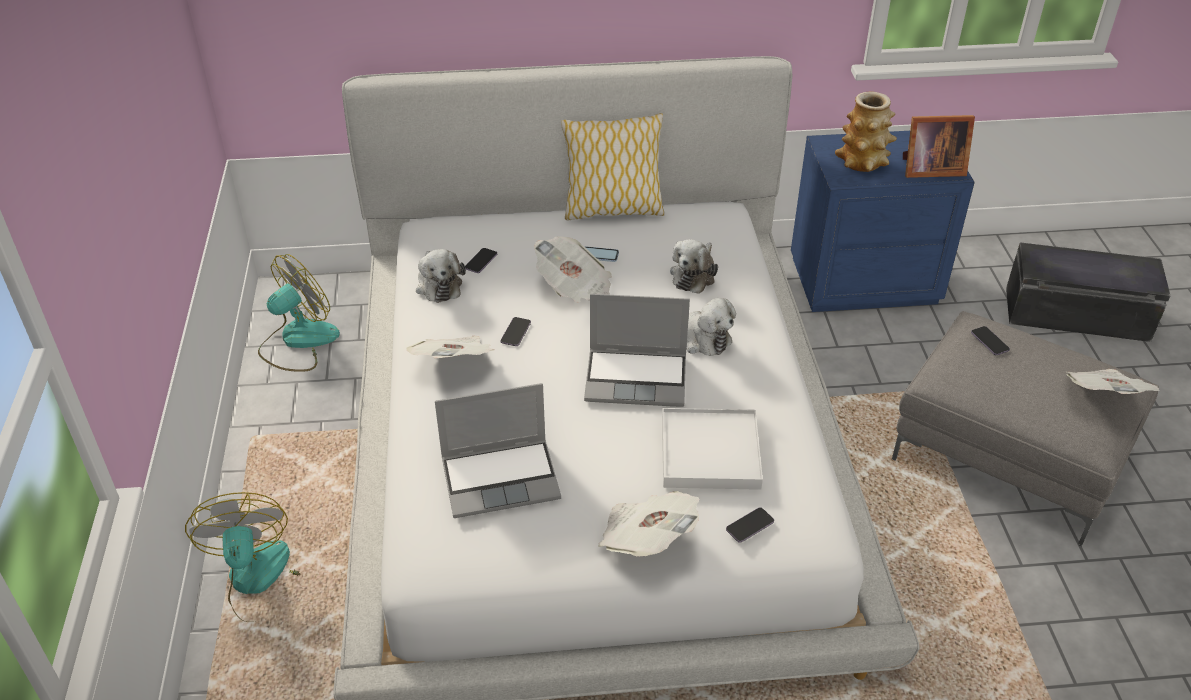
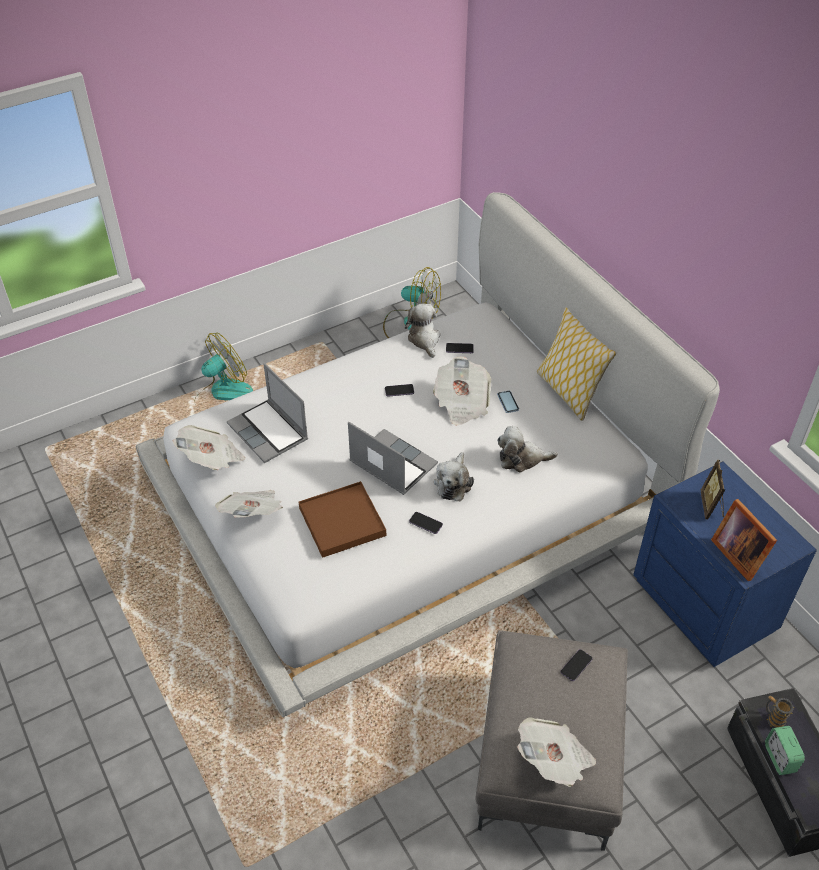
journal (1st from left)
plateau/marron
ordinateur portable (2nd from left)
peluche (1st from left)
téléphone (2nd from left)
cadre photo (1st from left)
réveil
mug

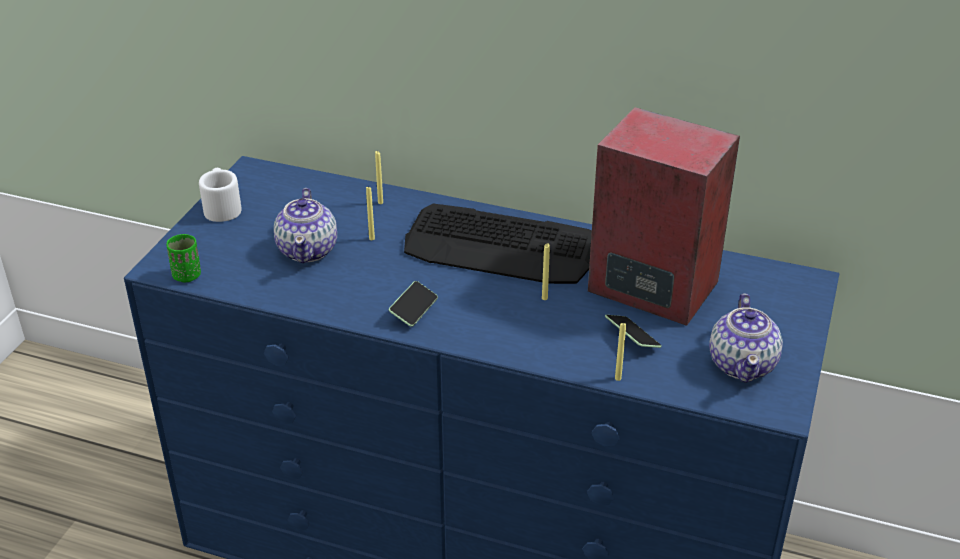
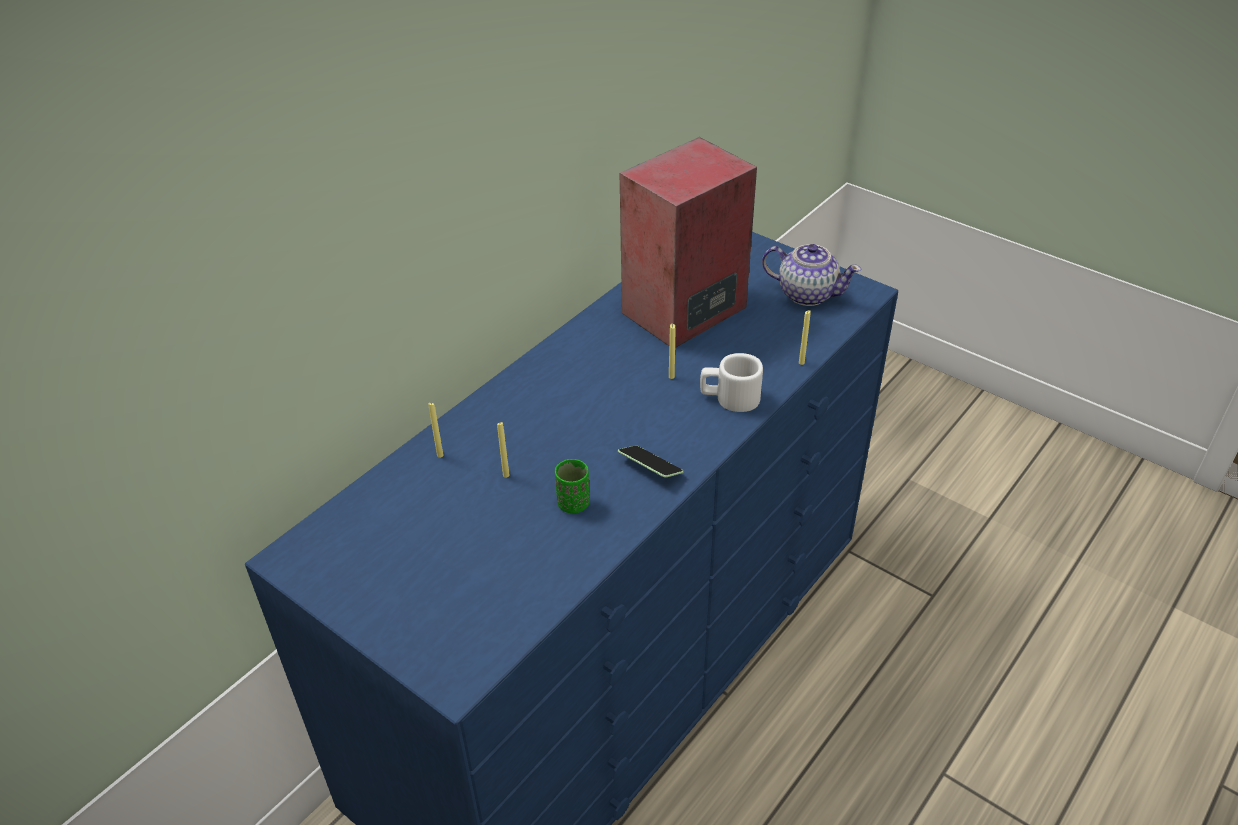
tasse/vert
mug/blanc
théière (1st from left in the first image)
clavier
téléphone (2nd from left in the first image)

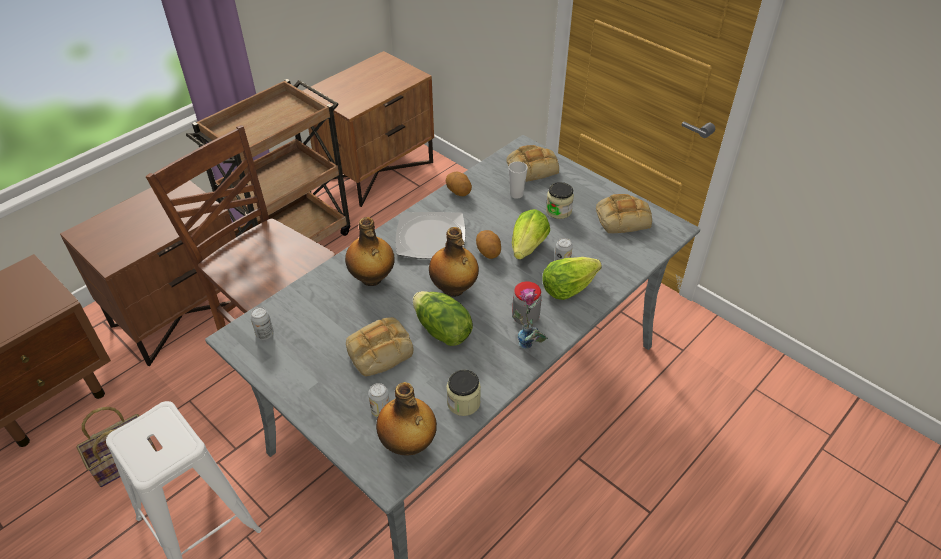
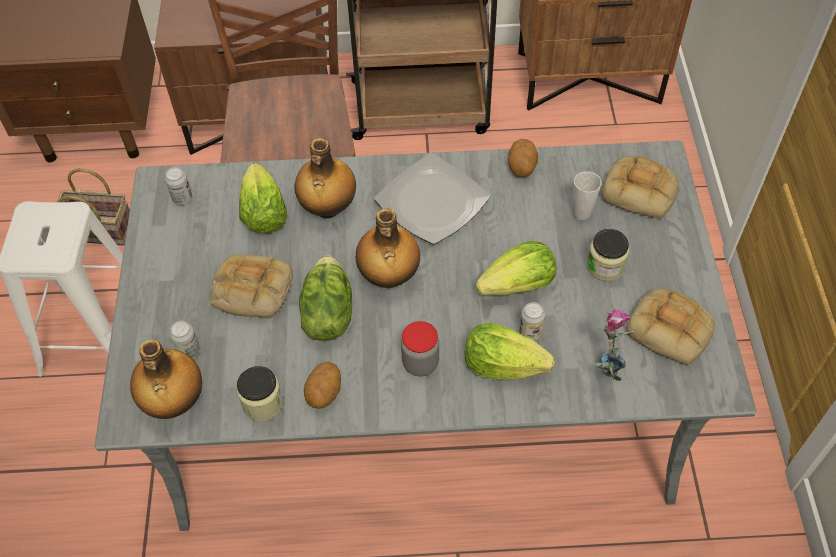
laitue (1st from left)
pomme de terre (1st from left)
vase

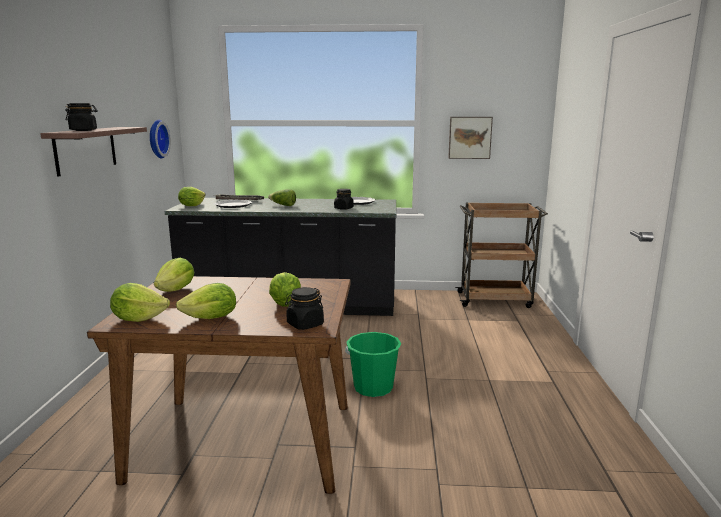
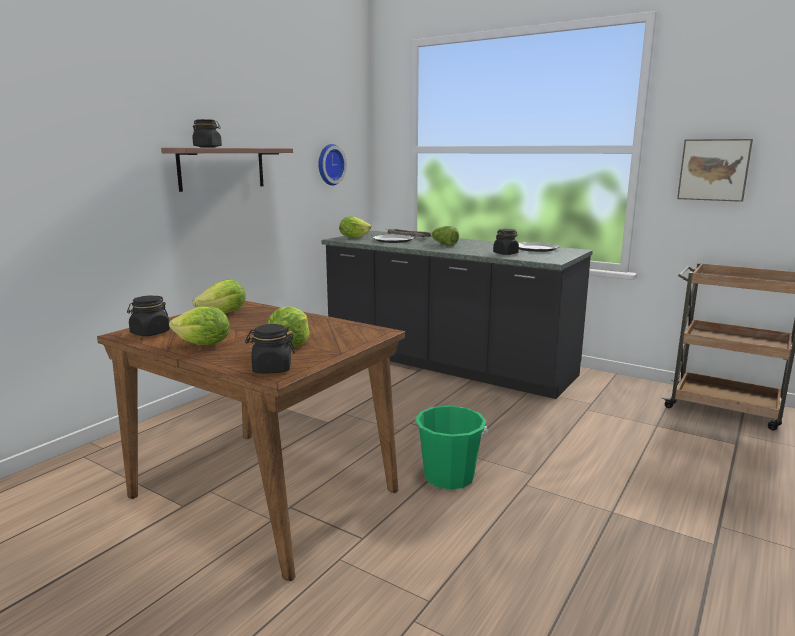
bocal/noir (1st from left)

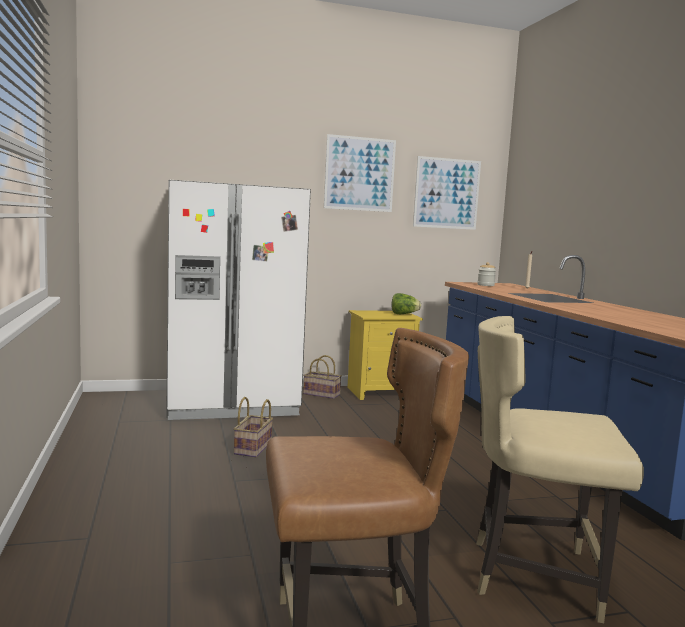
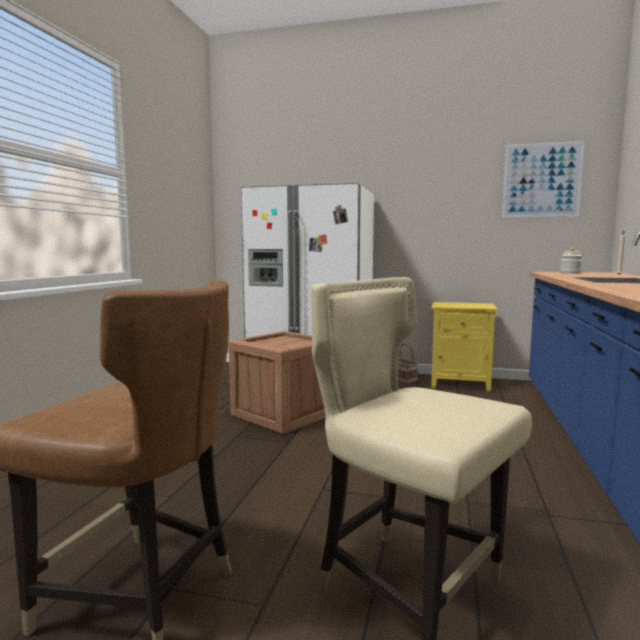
caisse
tableau (1st from left in the first image)
laitue

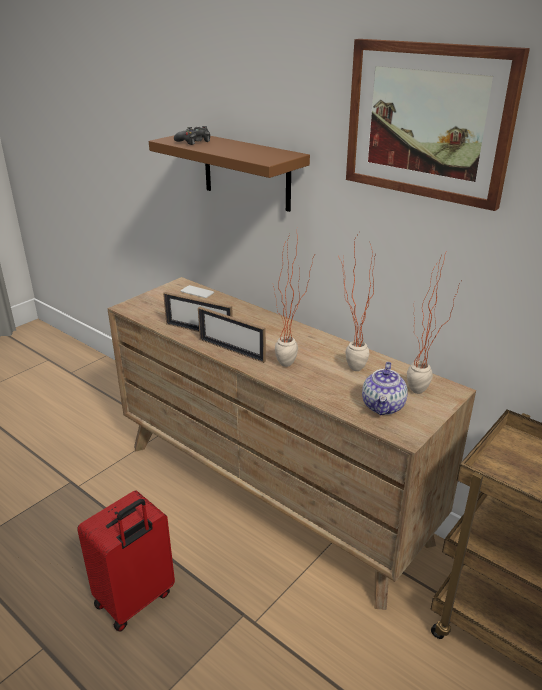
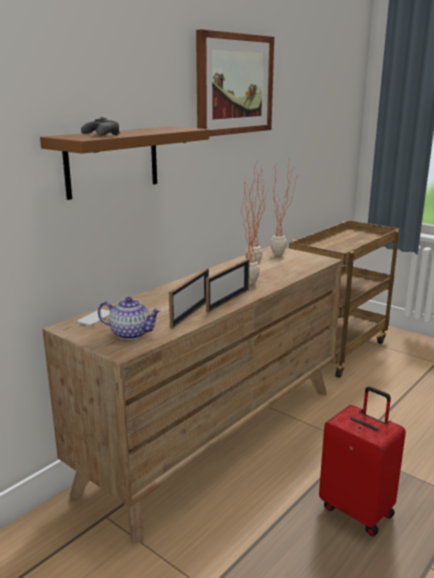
théière

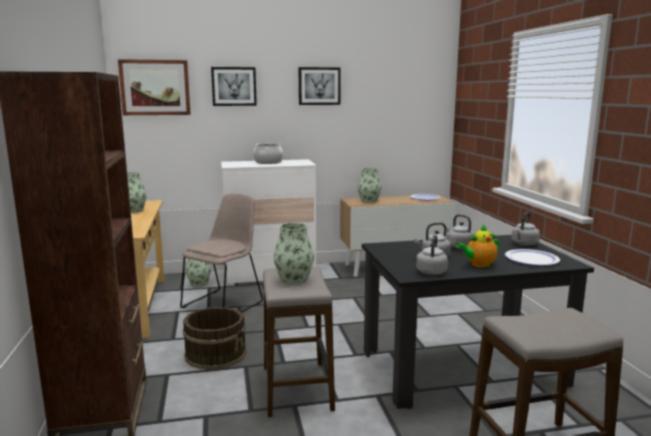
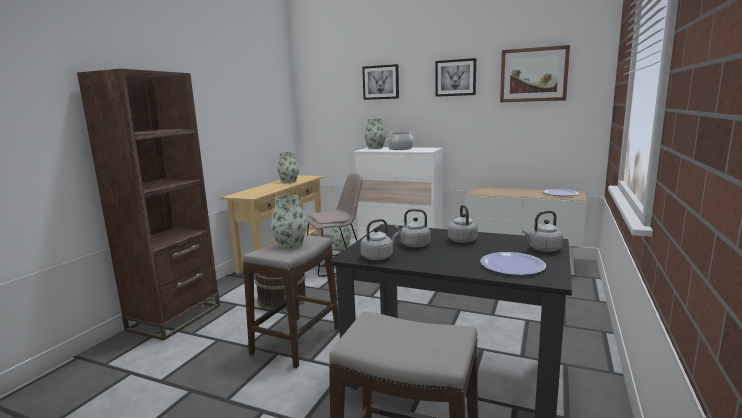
vase (4th from left)
tableau (3rd from left)
théière

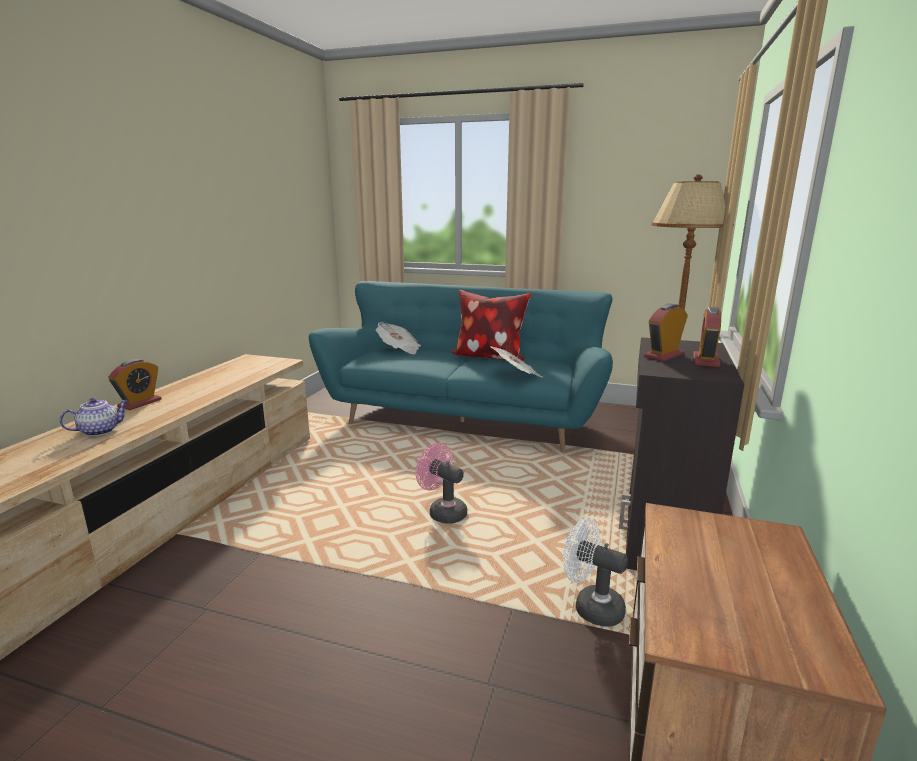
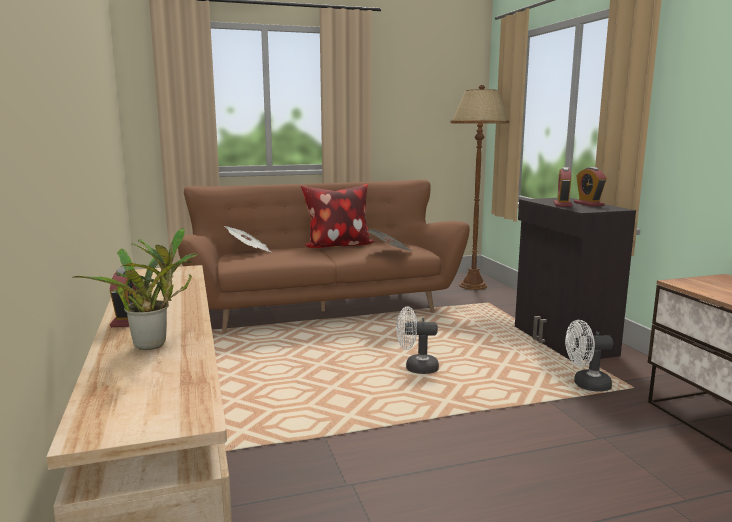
plante en pot
canapé/marron
ventilateur/blanc (1st from left)

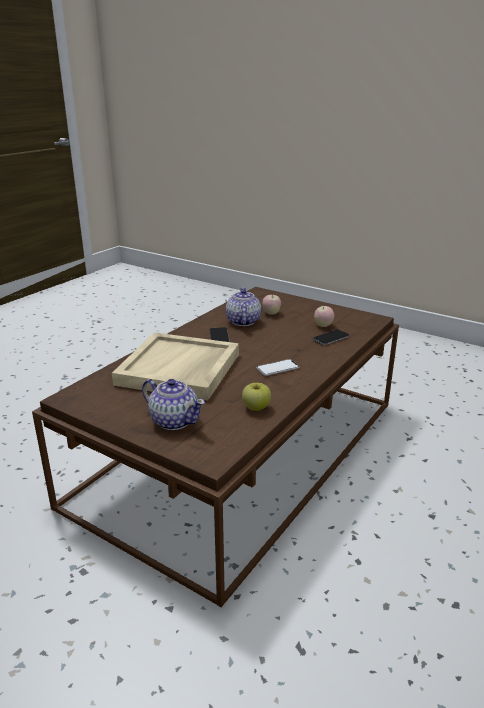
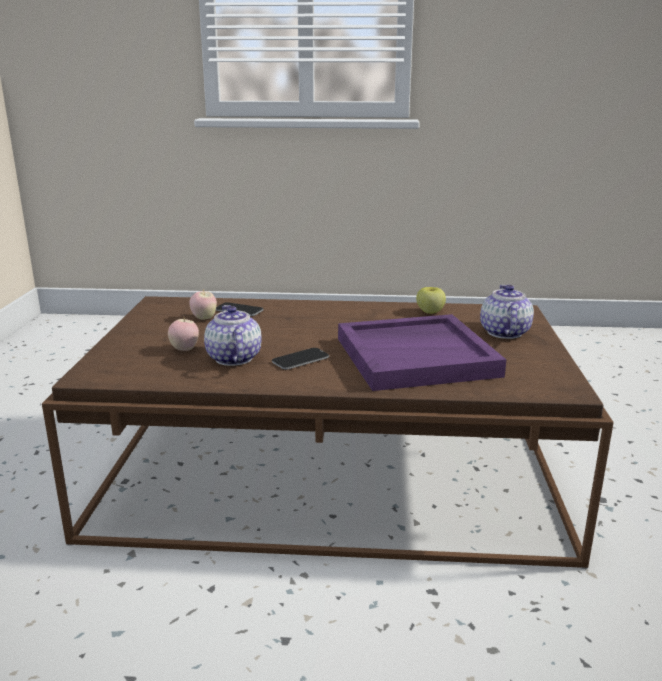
théière (1st from left)
plateau/violet
téléphone (2nd from left in the first image)

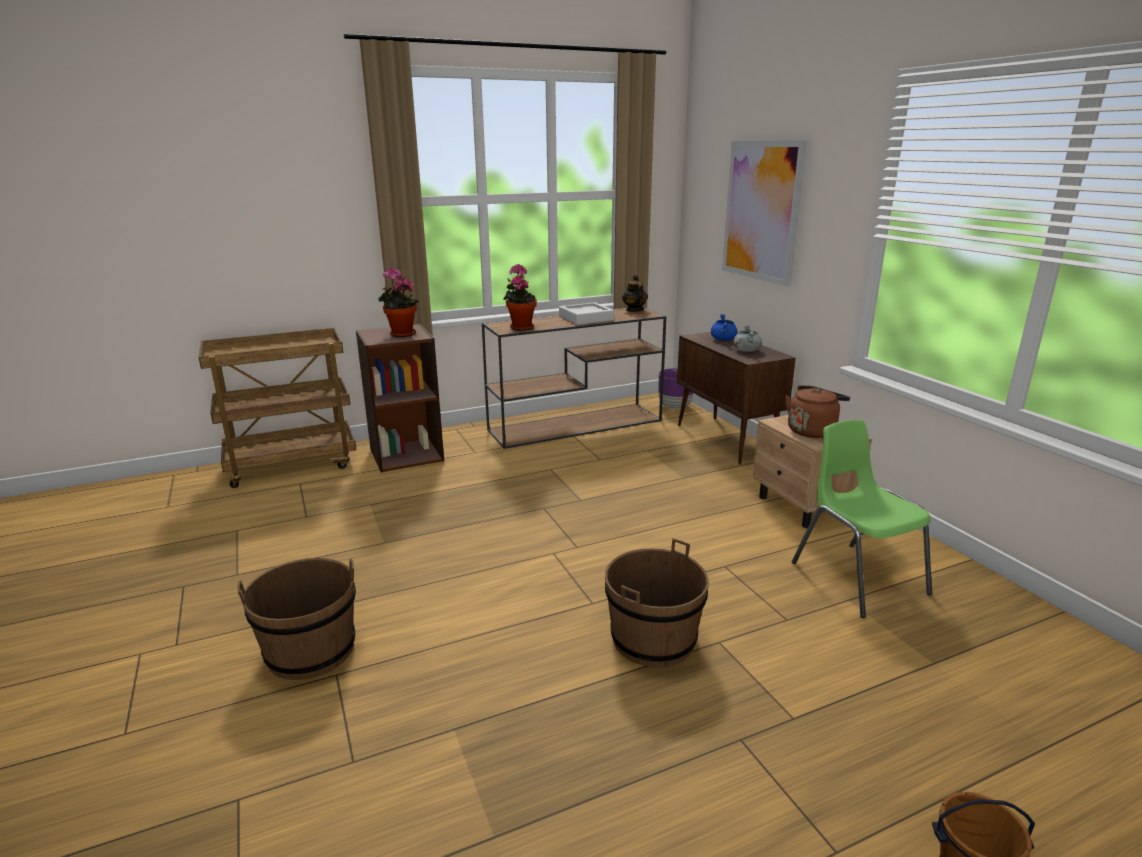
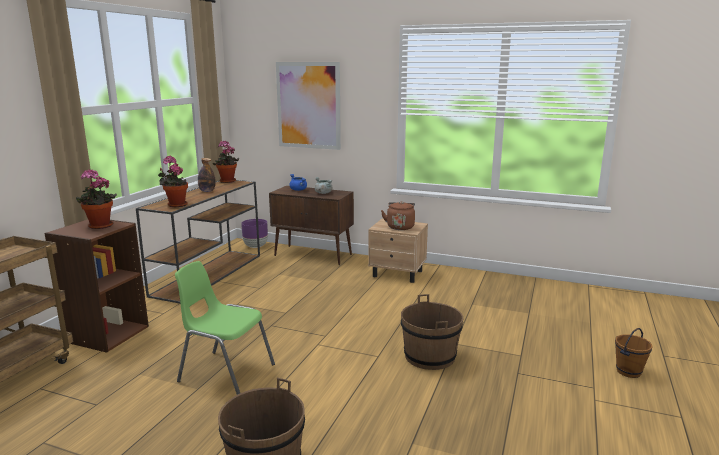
chaise/vert
bouteille
plante en pot (3rd from left)

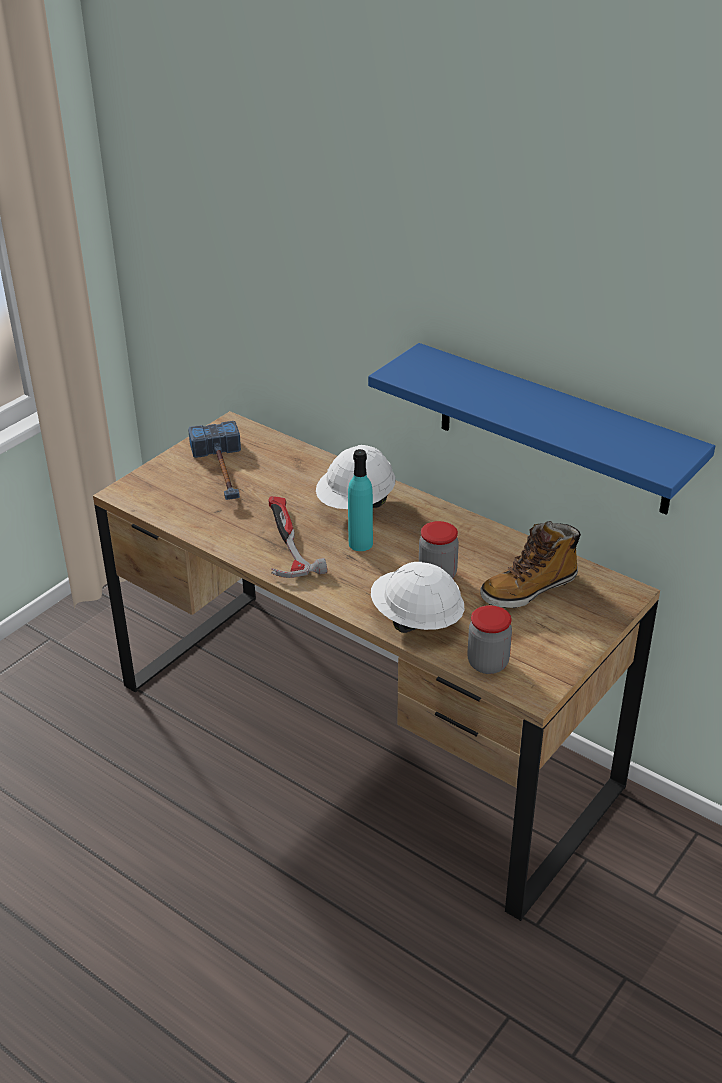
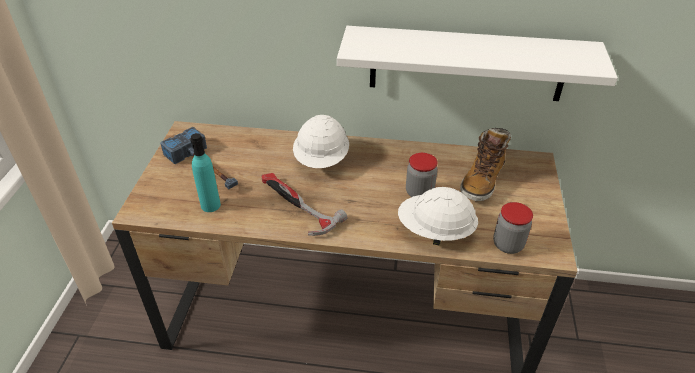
bouteille/turquoise
étagère/blanc

